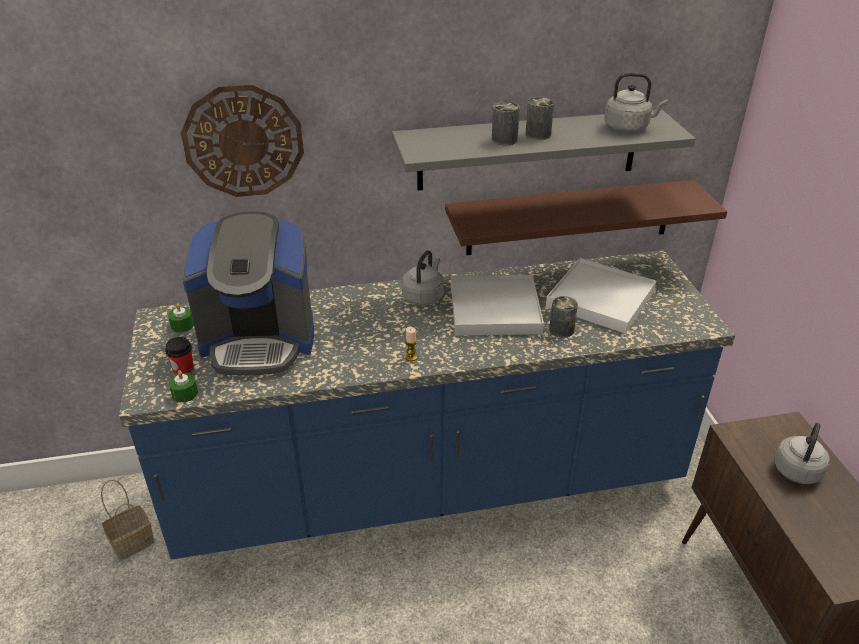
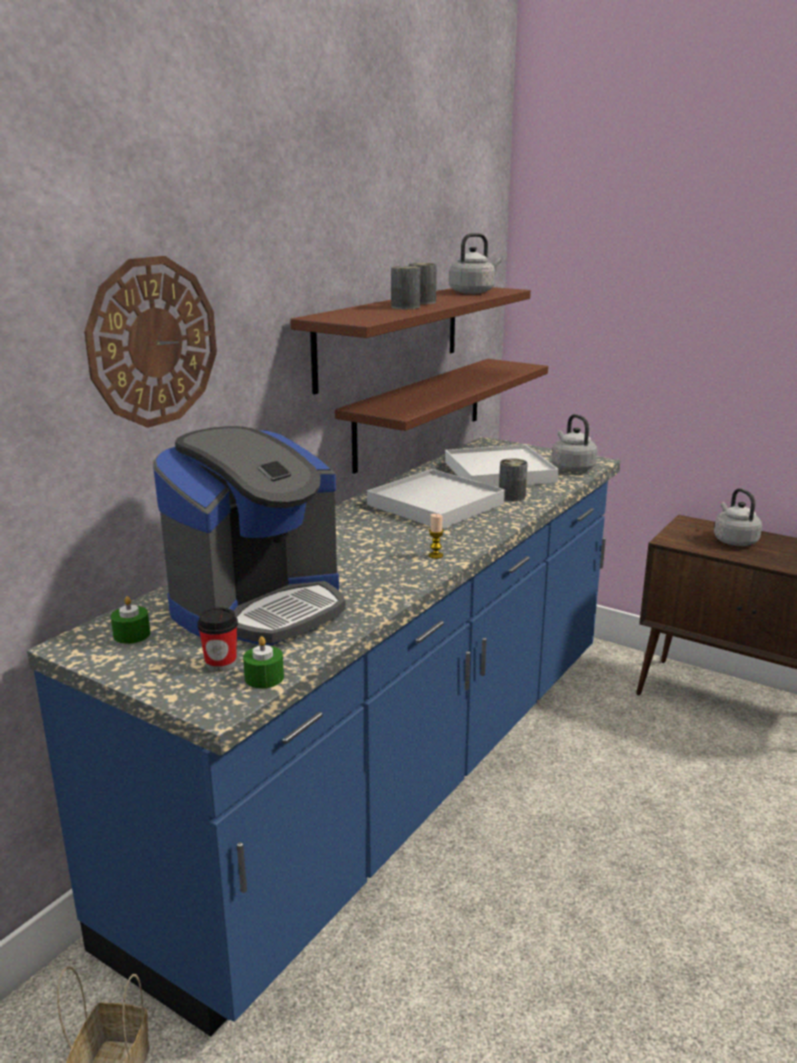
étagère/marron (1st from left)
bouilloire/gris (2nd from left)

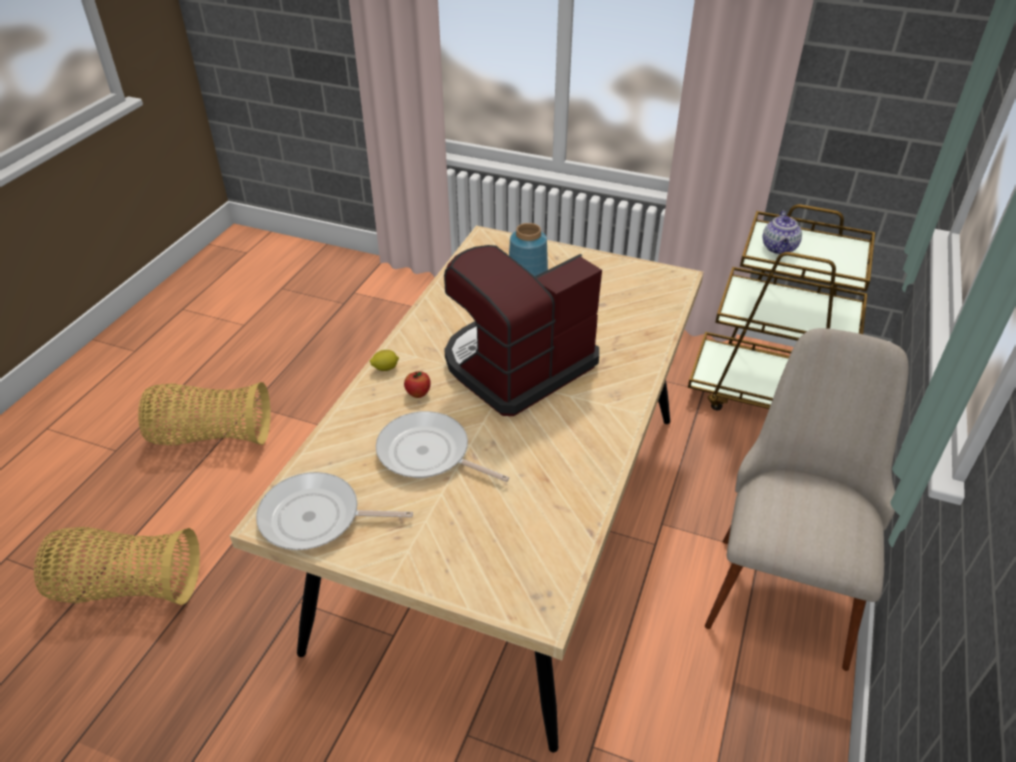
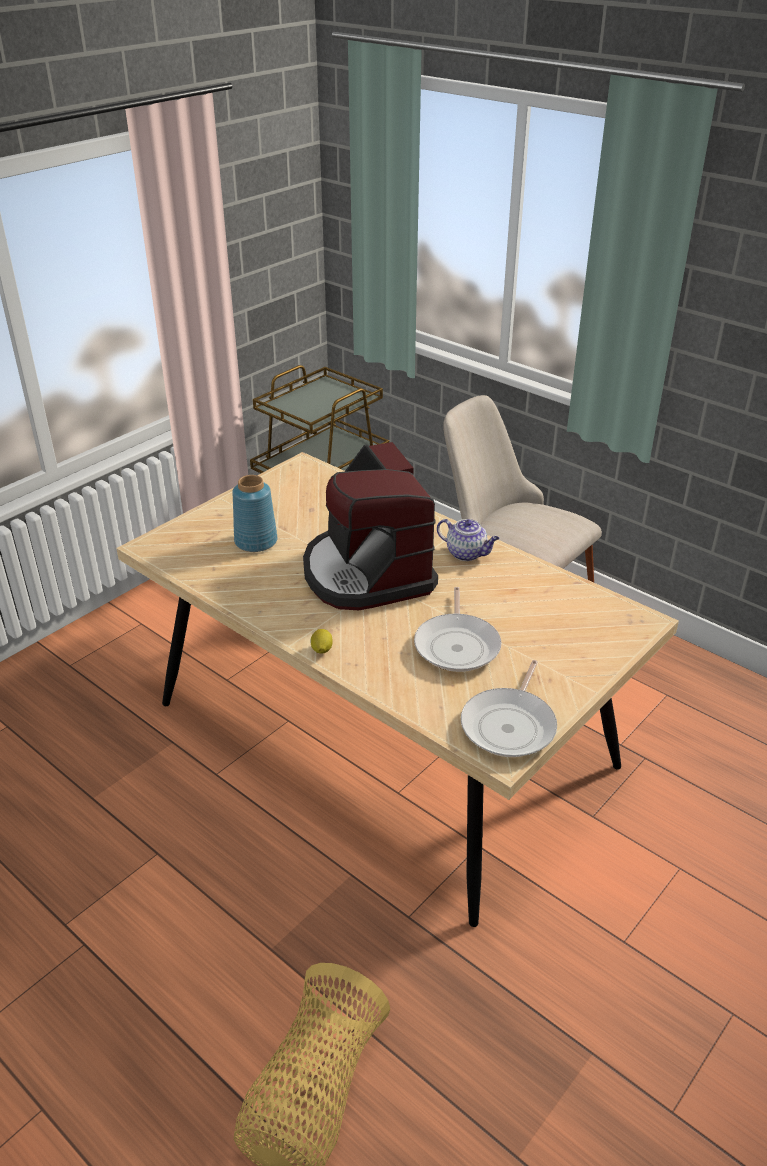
poêle (1st from left)
théière
panier (2nd from left in the first image)
pomme

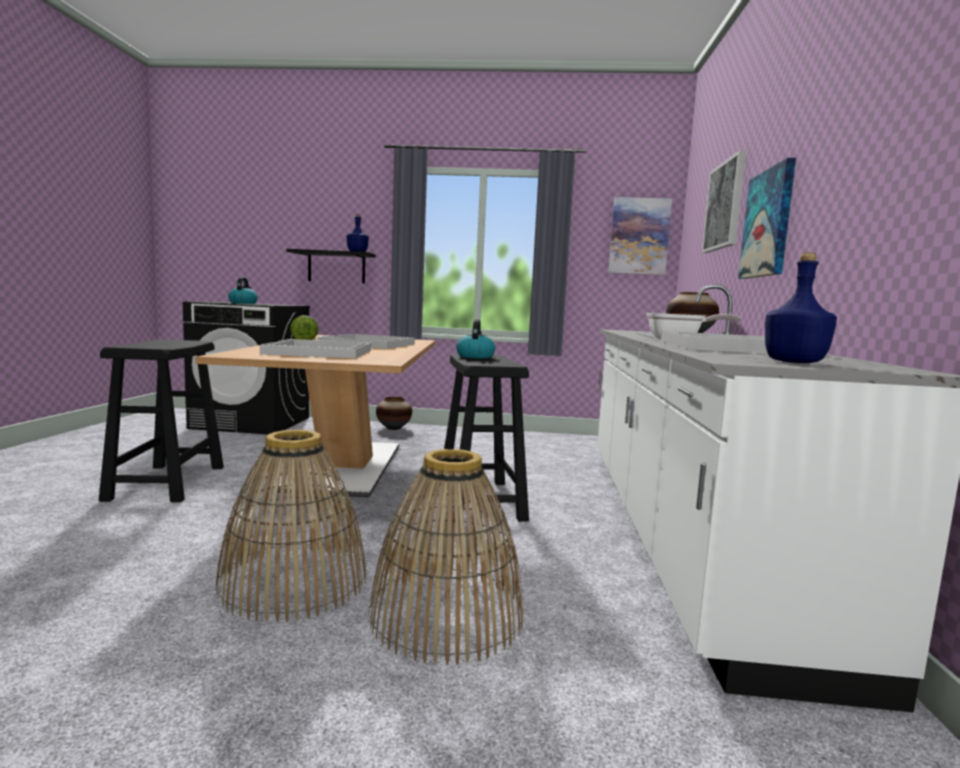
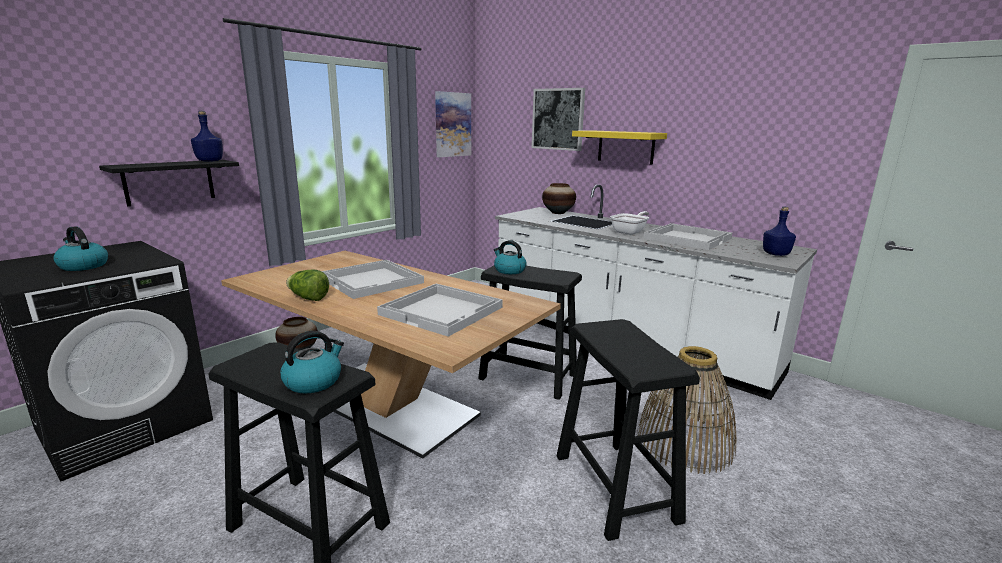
bouilloire (2nd from left)
tabouret/noir (3rd from left)
étagère/jaune

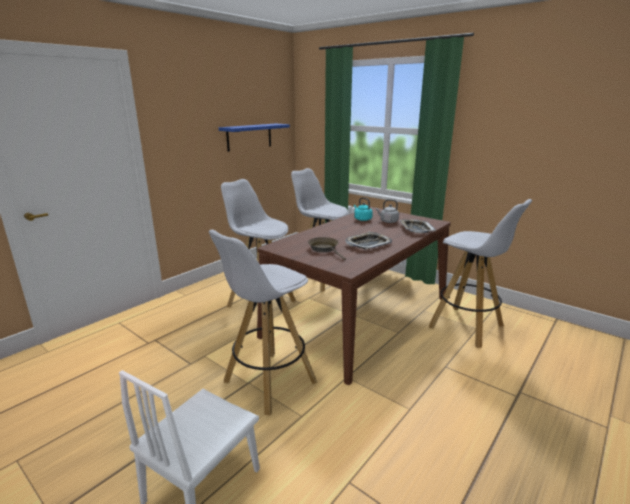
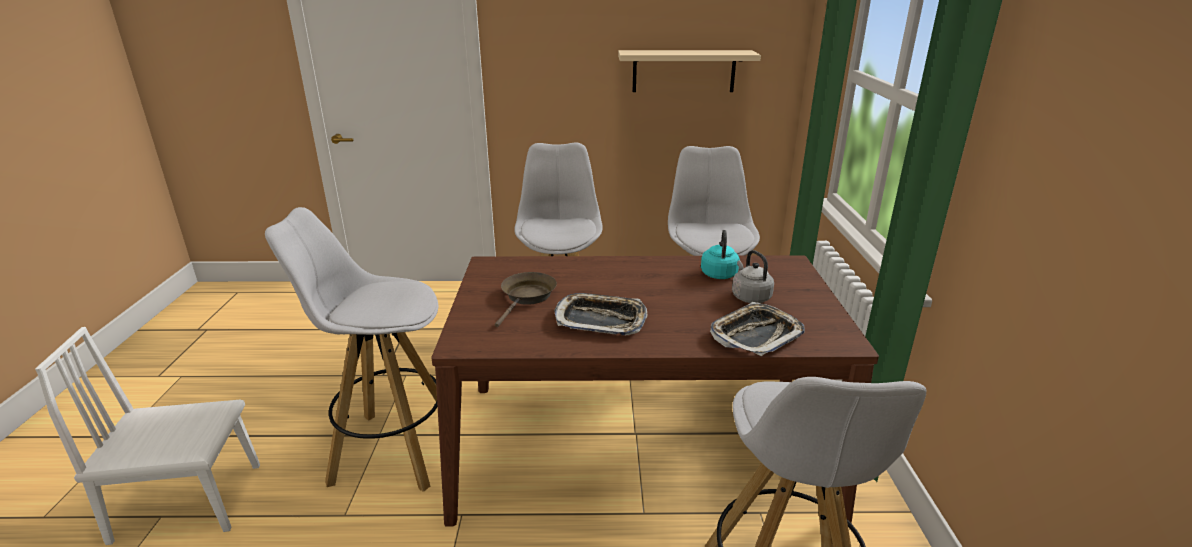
étagère/beige

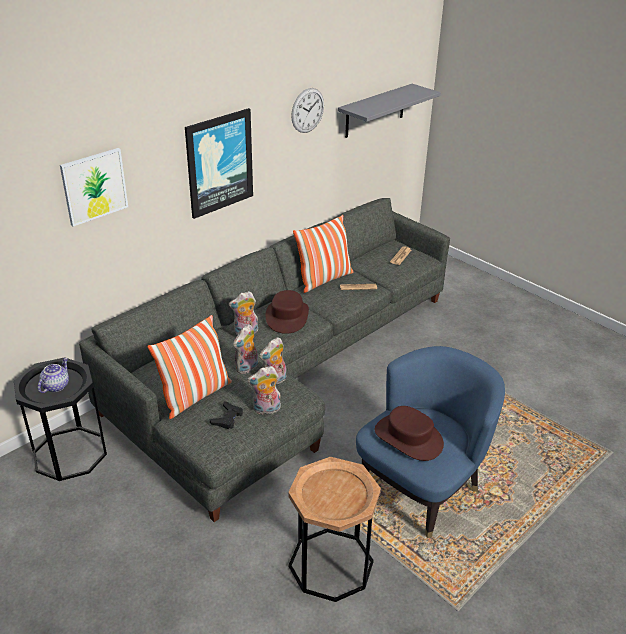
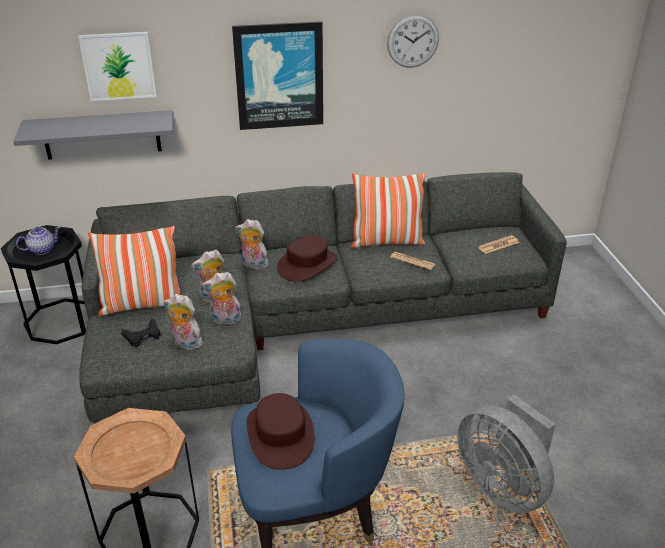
étagère/gris
ventilateur/gris

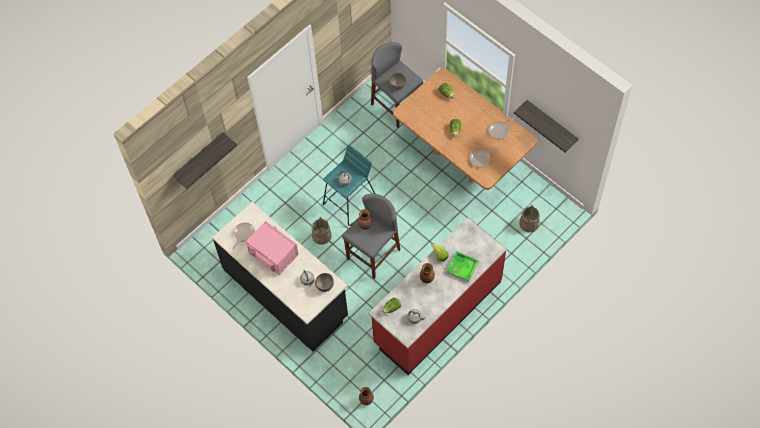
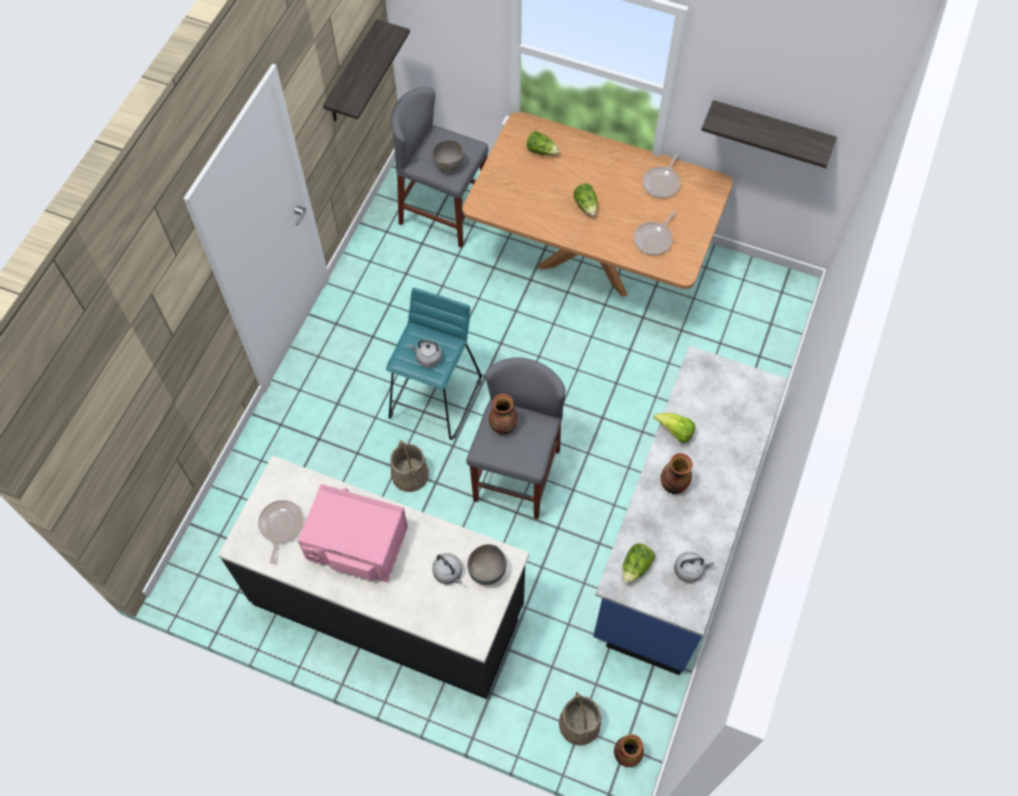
étagère (1st from left)
seau/beige (2nd from left)
comptoir de cuisine/bleu
plateau

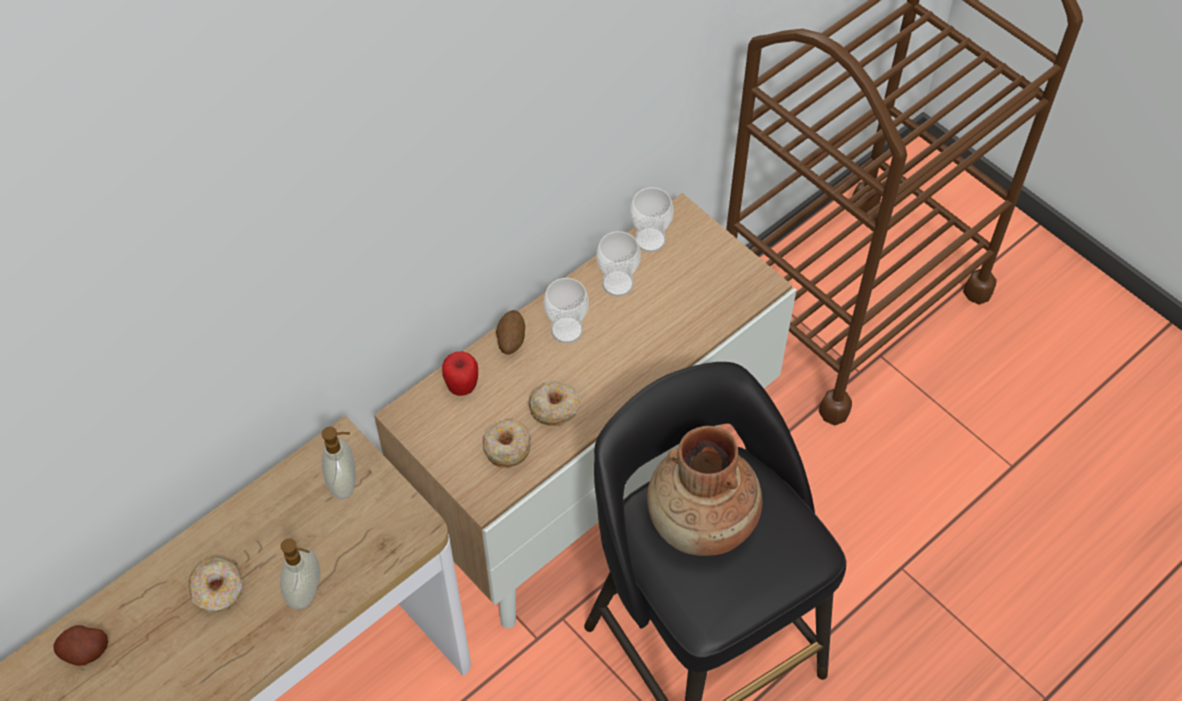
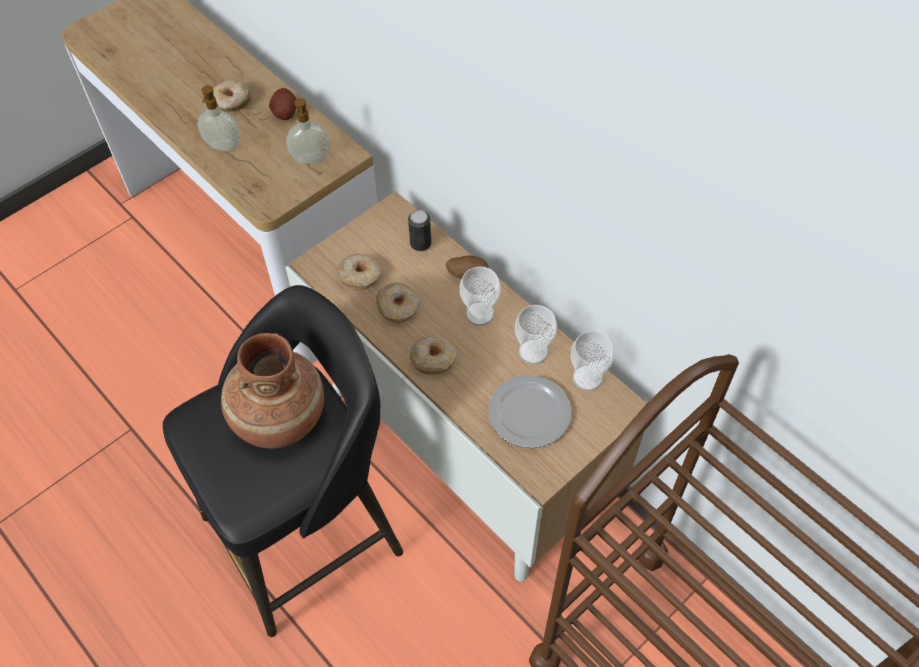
pomme de terre (1st from left)
boîte métallique
beignet (4th from left)
assiette

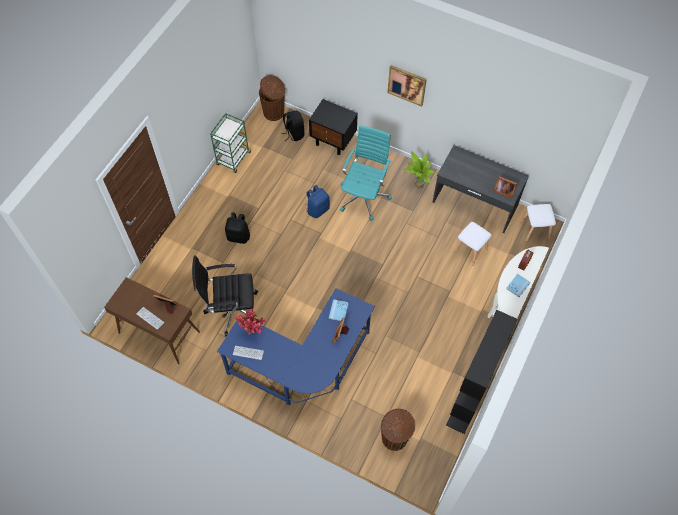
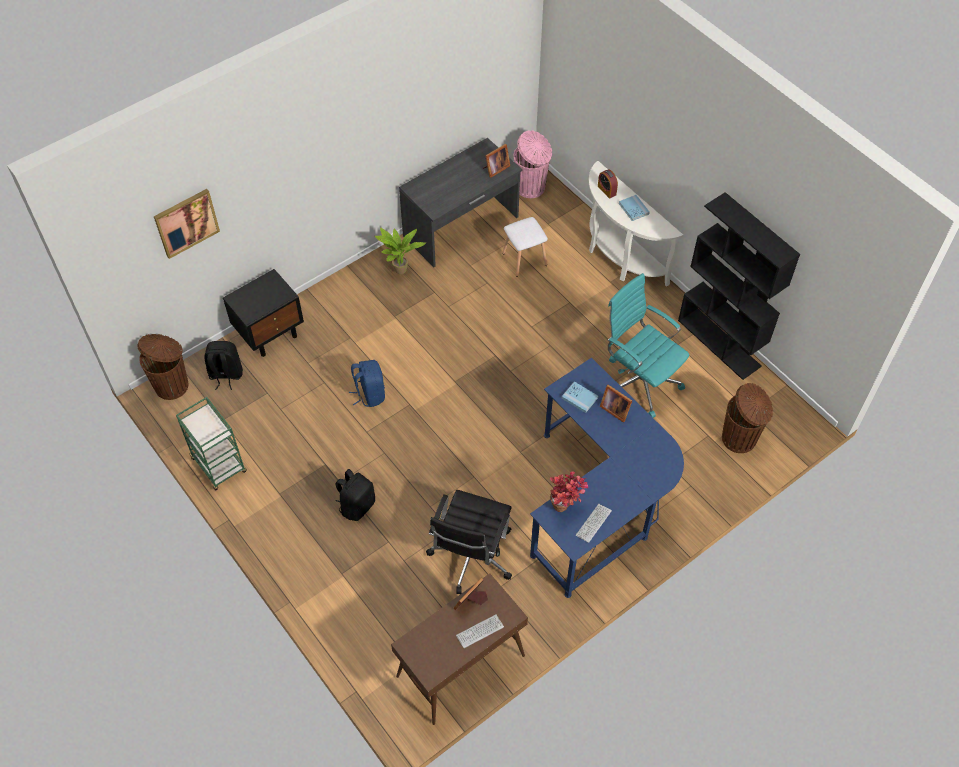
tableau
poubelle/rose
chaise de bureau/turquoise

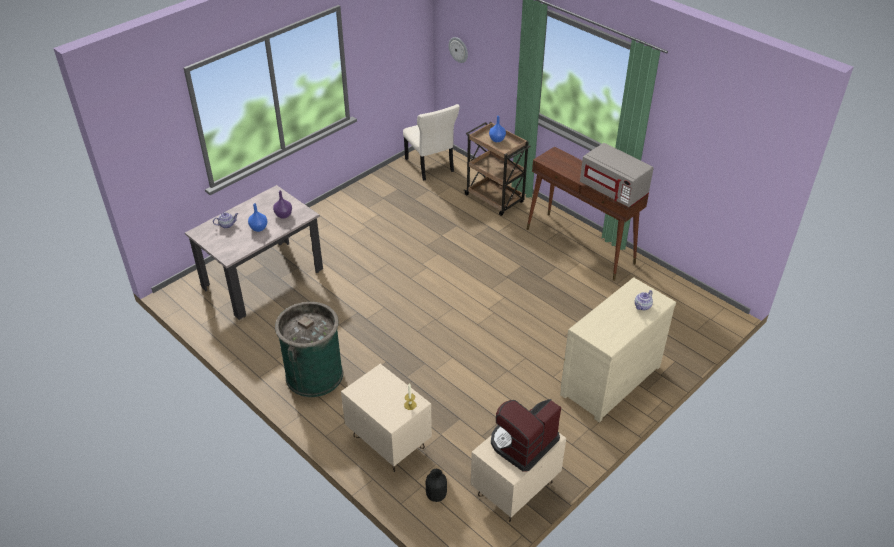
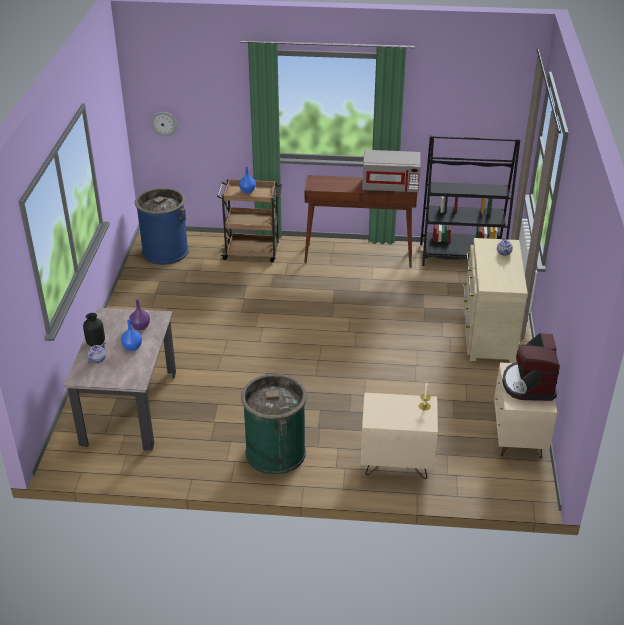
vase/noir
poubelle/bleu
bibliothèque/noir

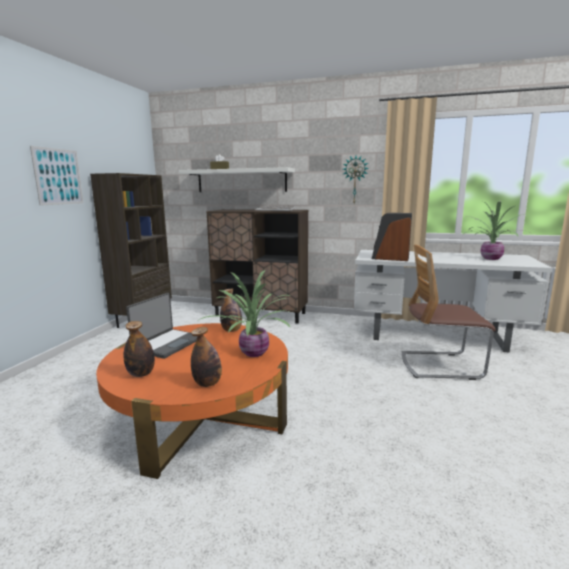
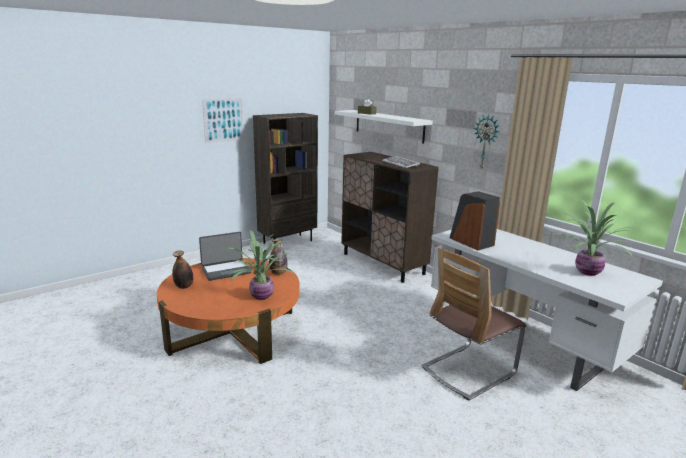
chaise
bouteille (2nd from left in the first image)

